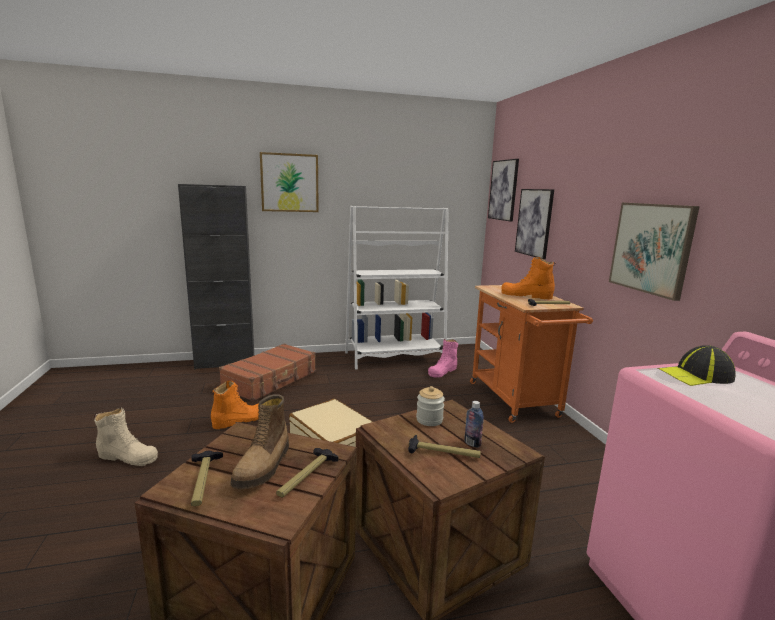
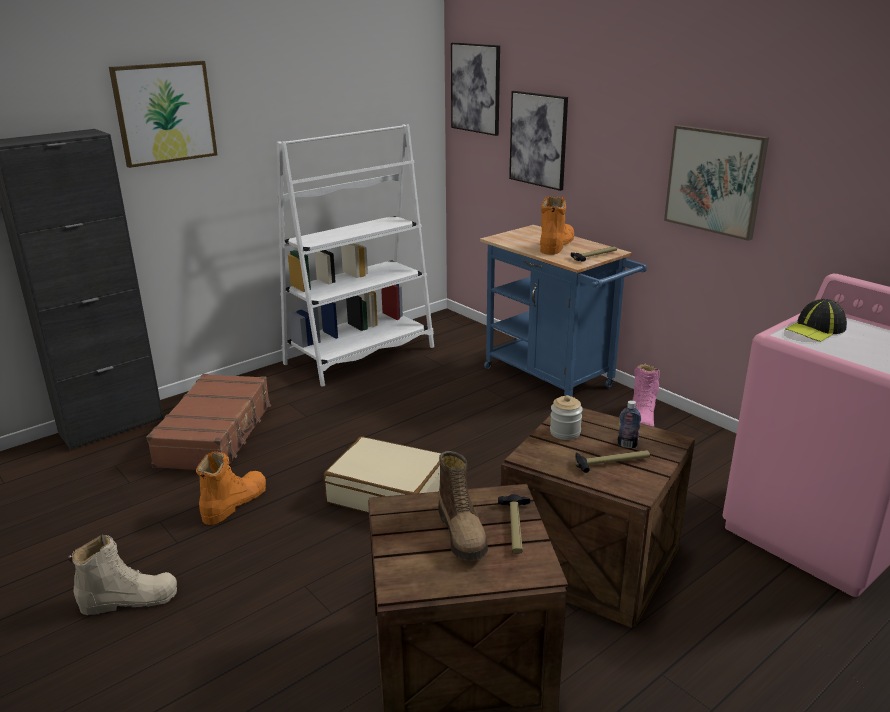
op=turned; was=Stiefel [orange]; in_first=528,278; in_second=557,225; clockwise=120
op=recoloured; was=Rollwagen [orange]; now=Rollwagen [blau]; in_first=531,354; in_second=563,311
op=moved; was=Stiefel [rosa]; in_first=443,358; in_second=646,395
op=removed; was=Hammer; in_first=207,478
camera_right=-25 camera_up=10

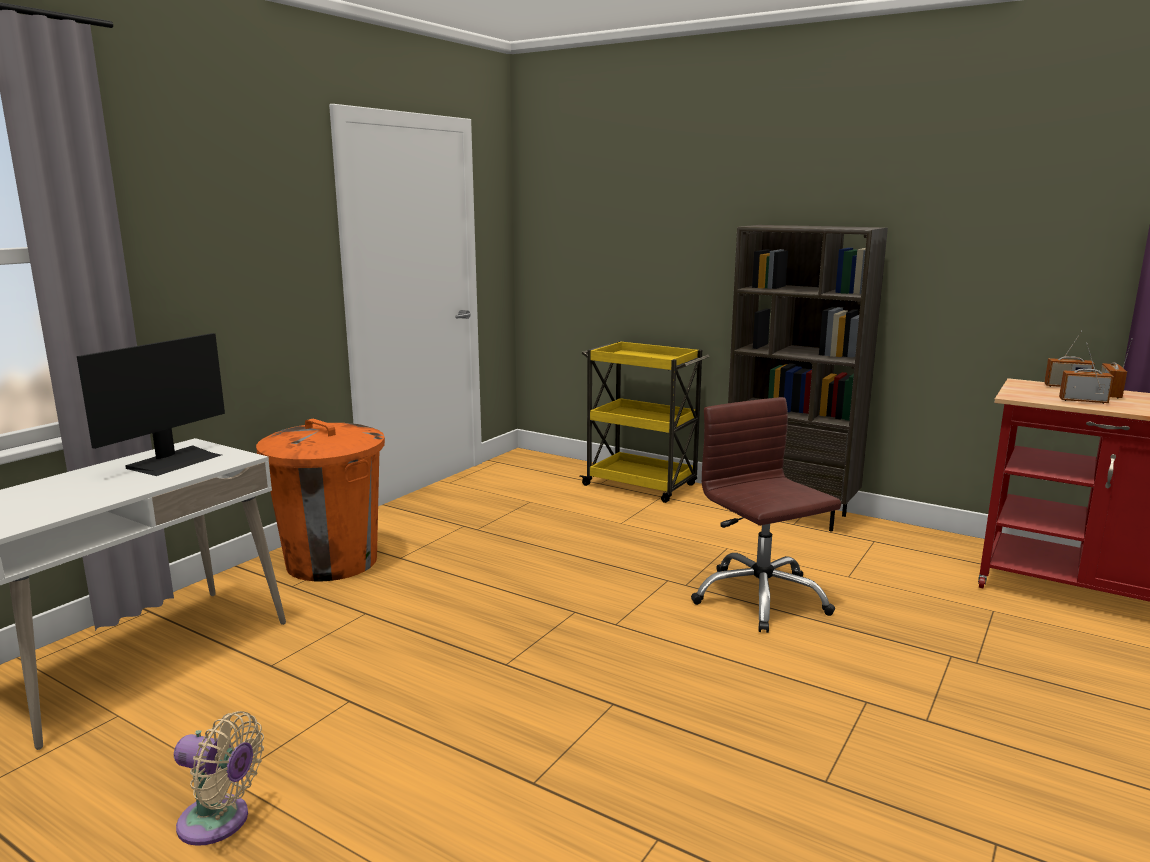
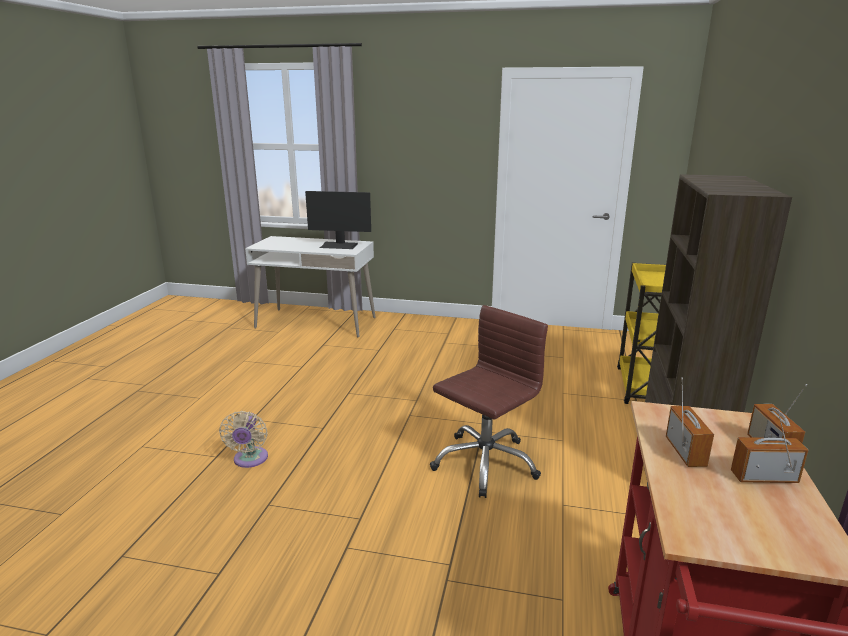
op=removed; was=Mülleimer [orange]; in_first=320,500
op=moved; was=Ventilator [beige]; in_first=219,778; in_second=243,439
camera_right=70 camera_up=5

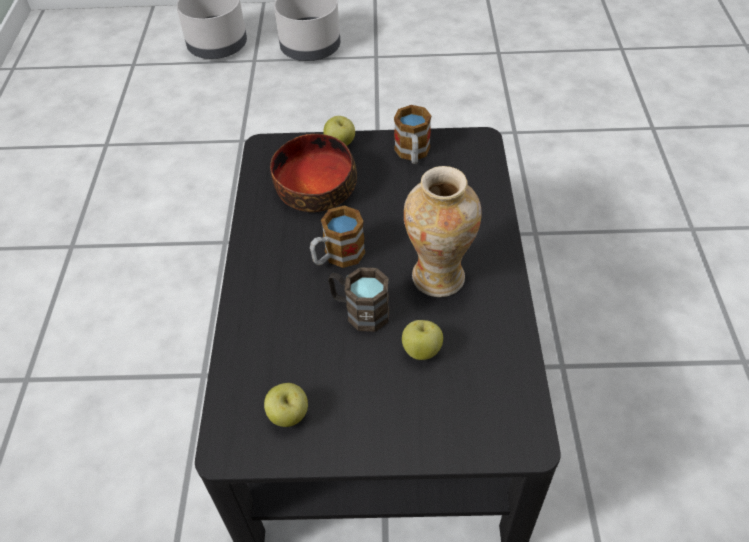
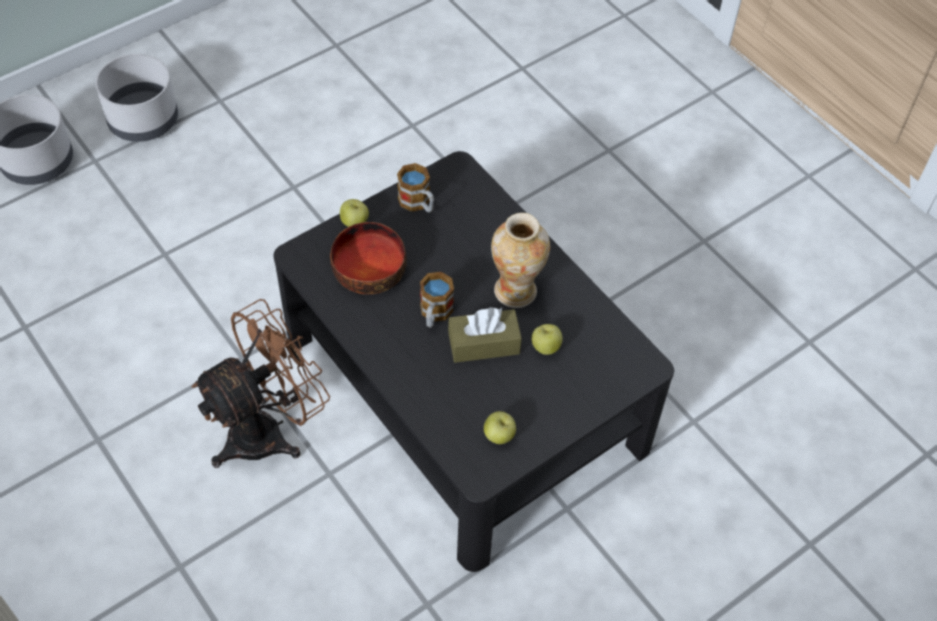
op=replaced; was=Henkelbecher [braun]; now=Taschentuchbox [braun]; in_first=358,299; in_second=485,335
op=added; now=Ventilator [braun]; in_second=260,383
camera_right=-40 camera_up=5

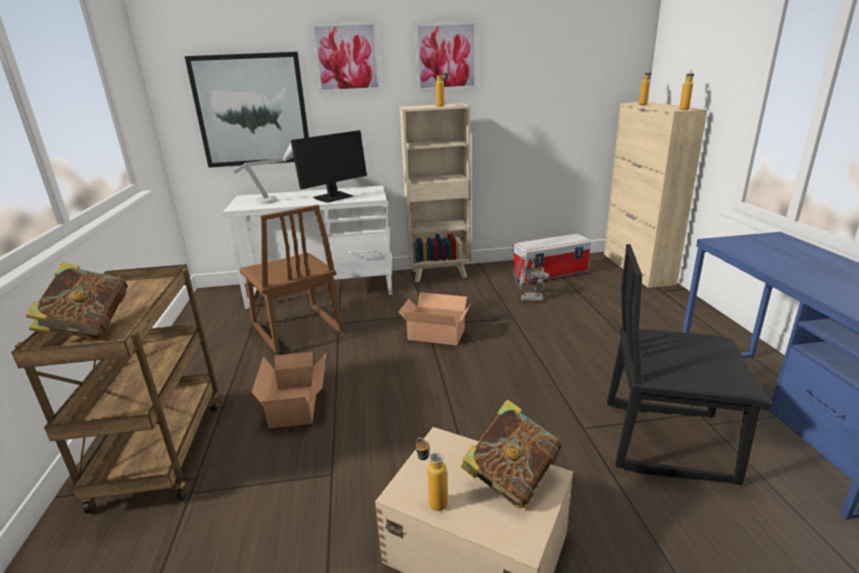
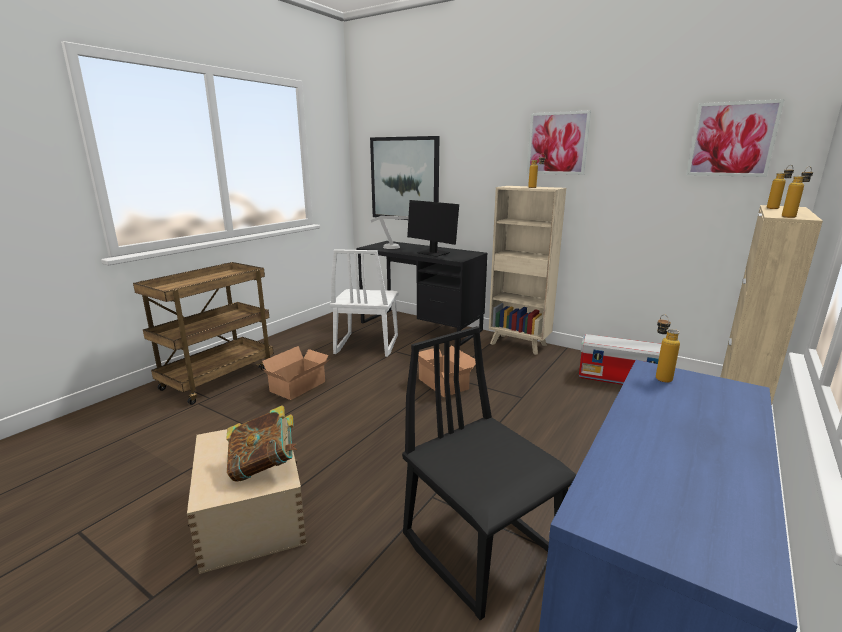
op=moved; was=Bild; in_first=346,57; in_second=735,138
op=turned; was=Monitor; in_first=329,166; in_second=433,228; clockwise=45
op=recoloured; was=Schreibtisch [weiß]; now=Schreibtisch [schwarz]; in_first=308,247; in_second=422,293
op=recoloured; was=Stuhl [braun]; now=Stuhl [weiß]; in_first=291,279; in_second=364,303
op=removed; was=Ventilator [grau]; in_first=532,277
op=removed; was=Buch; in_first=77,301
op=moved; was=Flasche; in_first=432,474; in_second=668,348
camera_right=40 camera_up=-5

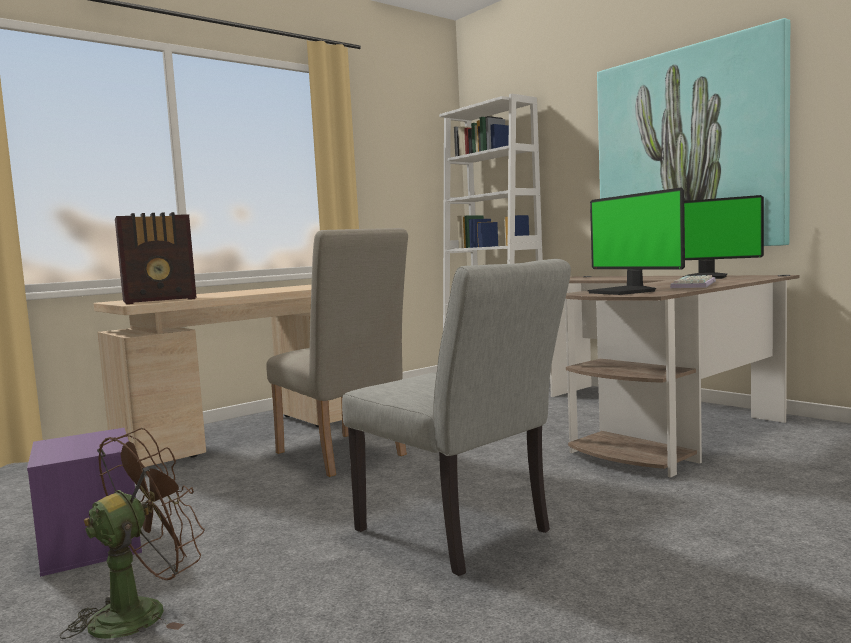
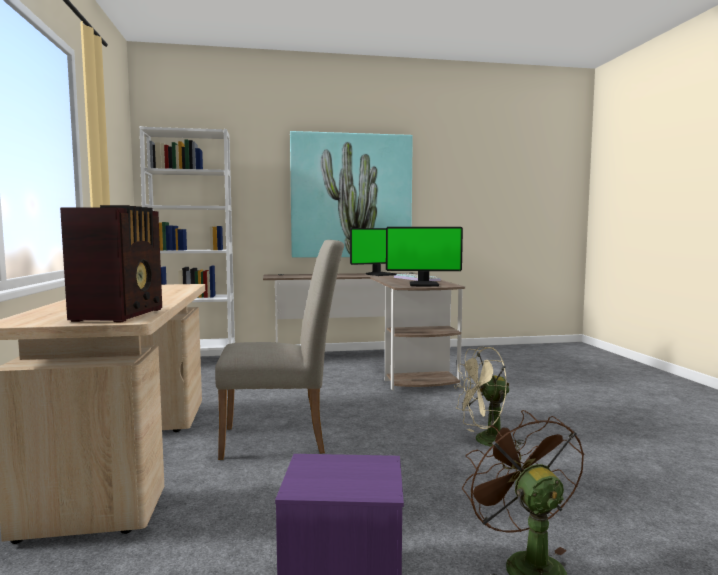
op=replaced; was=Stuhl [grau]; now=Ventilator [beige]; in_first=456,417; in_second=489,399
camera_right=-60 camera_up=0

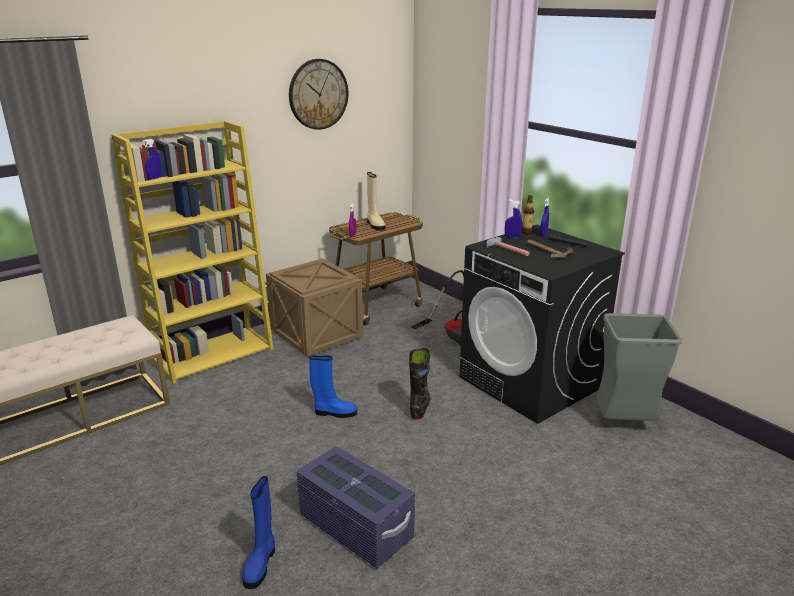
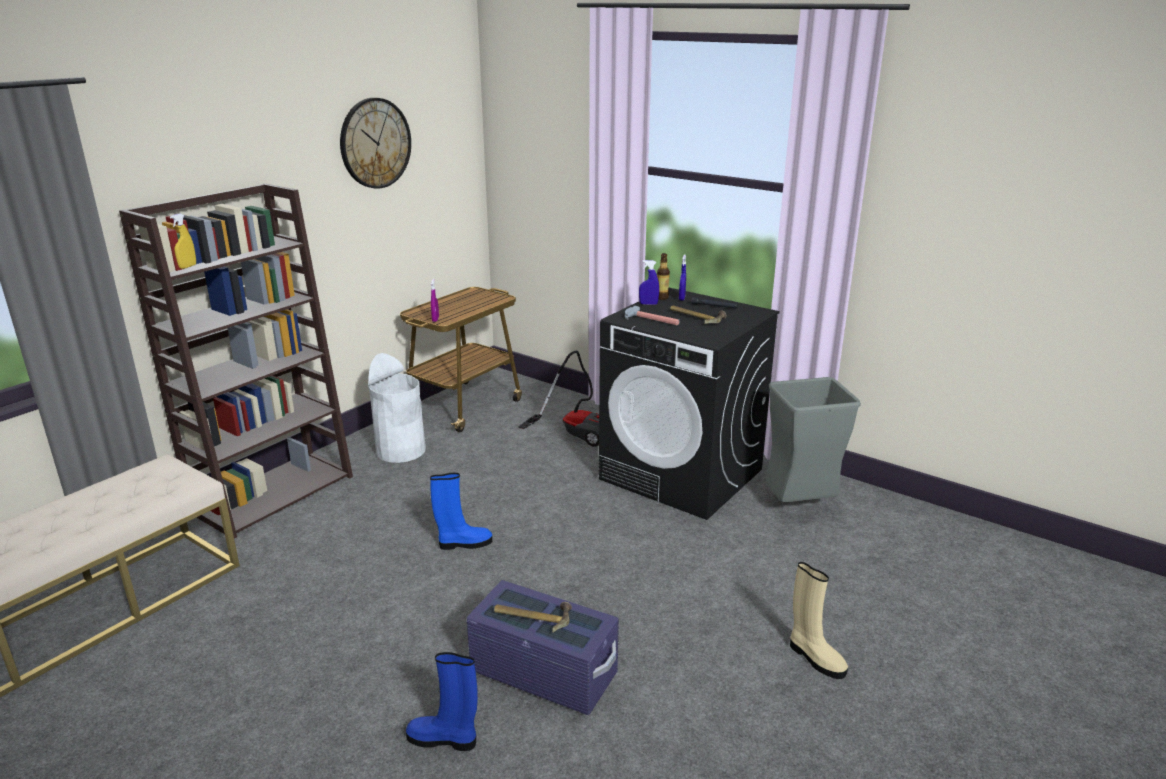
op=recoloured; was=Bücherregal [gelb]; now=Bücherregal [braun]; in_first=192,252; in_second=236,361
op=recoloured; was=Sprühflasche [blau]; now=Sprühflasche [gelb]; in_first=152,159; in_second=183,241
op=moved; was=Stiefel [beige]; in_first=376,201; in_second=819,620
op=replaced; was=Kiste; now=Mülleimer [weiß]; in_first=314,308; in_second=397,408
op=removed; was=Stiefel [schwarz]; in_first=420,383
op=turned; was=Stiefel [blau]; in_first=258,532; in_second=442,701; clockwise=105
op=added; now=Hammer; in_second=533,617
camera_right=-15 camera_up=0

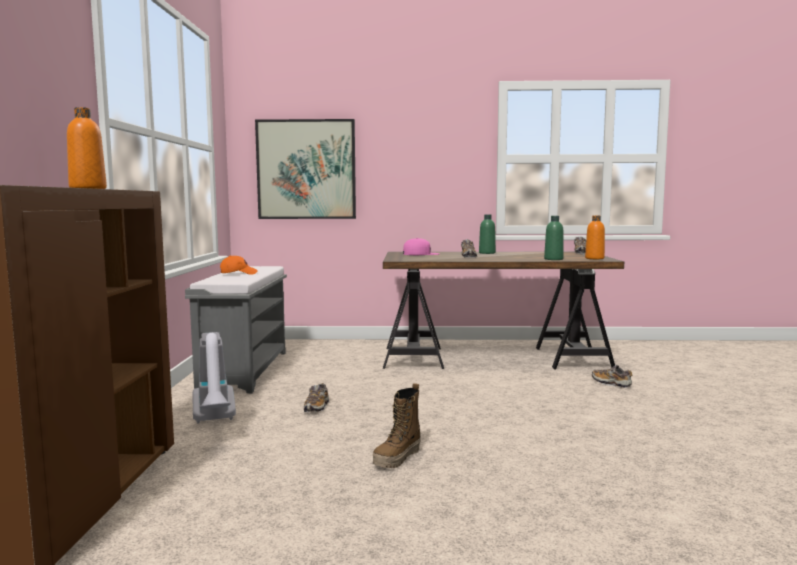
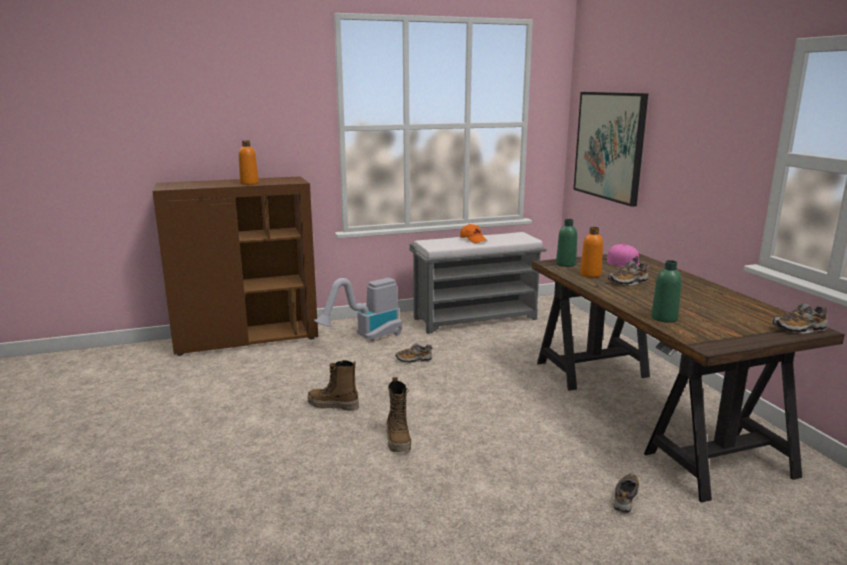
op=moved; was=Flasche [grün]; in_first=487,234; in_second=566,243
op=moved; was=Flasche [orange]; in_first=595,237; in_second=591,252
op=added; now=Stiefel; in_second=398,414
camera_right=70 camera_up=10

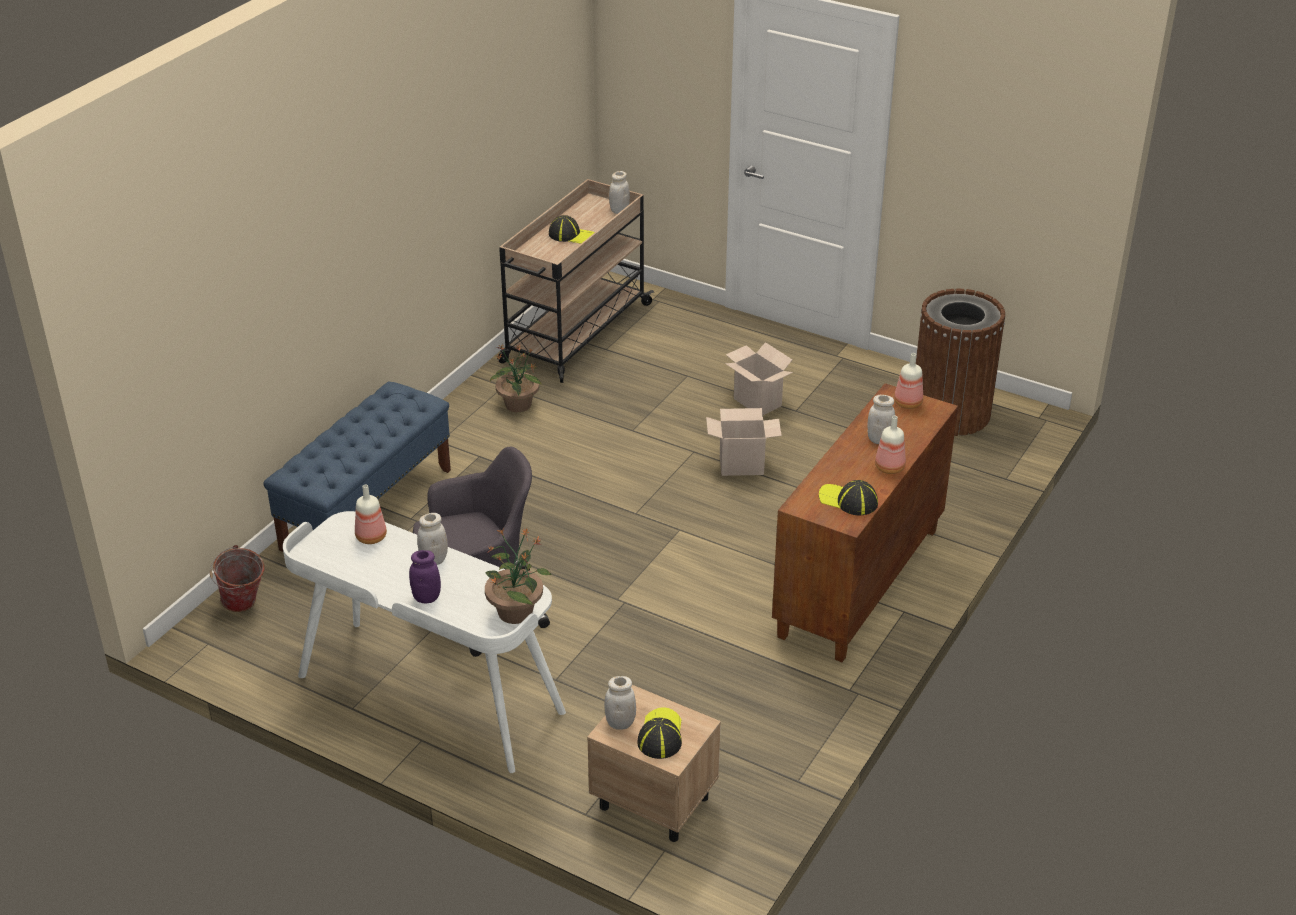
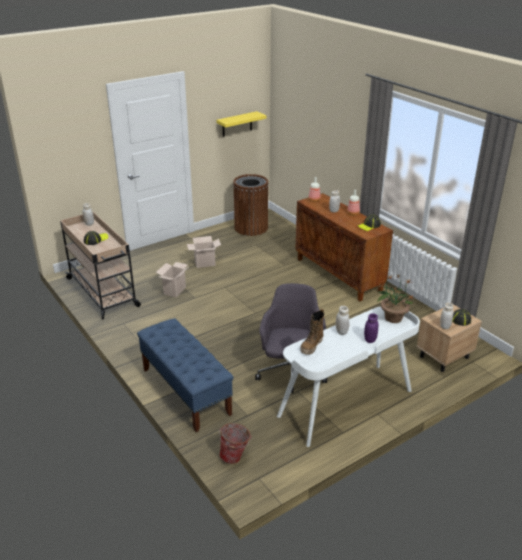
op=removed; was=Topfpflanze; in_first=516,378
op=moved; was=Karton; in_first=744,442; in_second=172,279
op=replaced; was=Flasche; now=Stiefel; in_first=371,514; in_second=312,332
op=added; now=Wandregal [gelb]; in_second=241,124
camera_right=-65 camera_up=-5

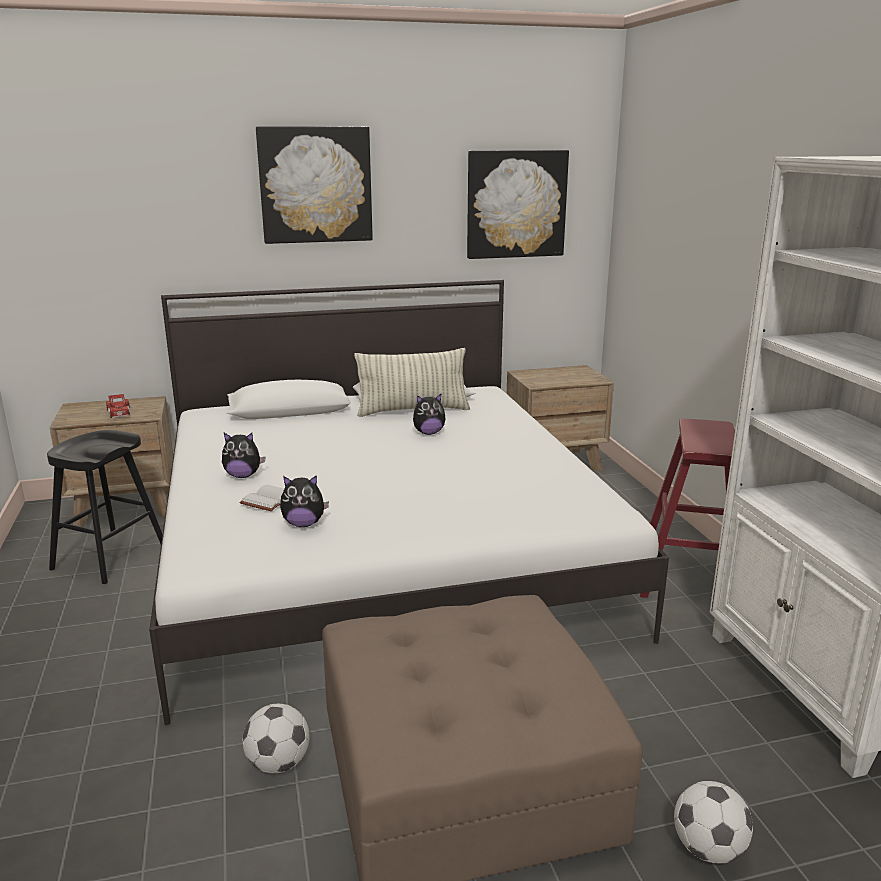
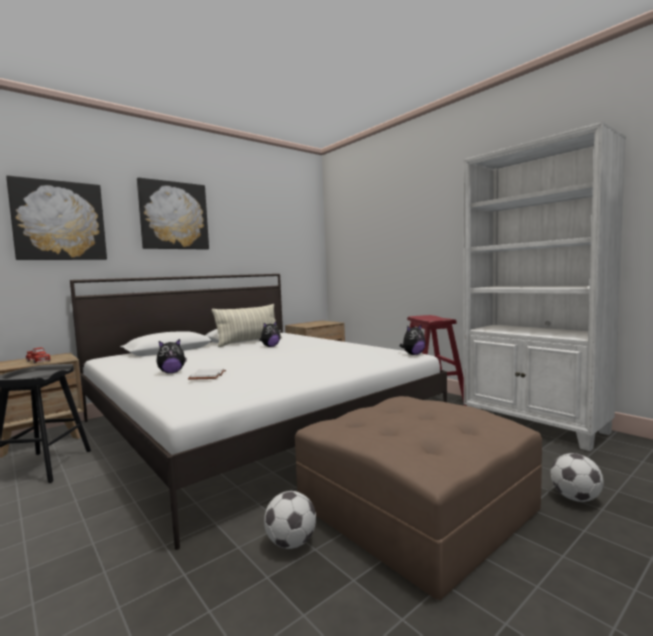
op=moved; was=Bild; in_first=518,204; in_second=56,217
op=moved; was=Plüschtier; in_first=304,501; in_second=413,340
camera_right=-25 camera_up=-15

